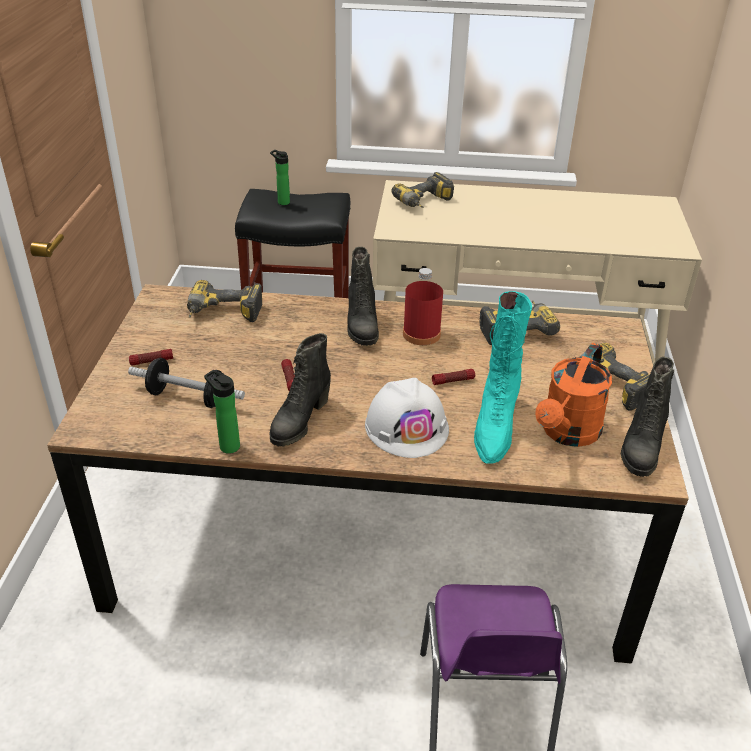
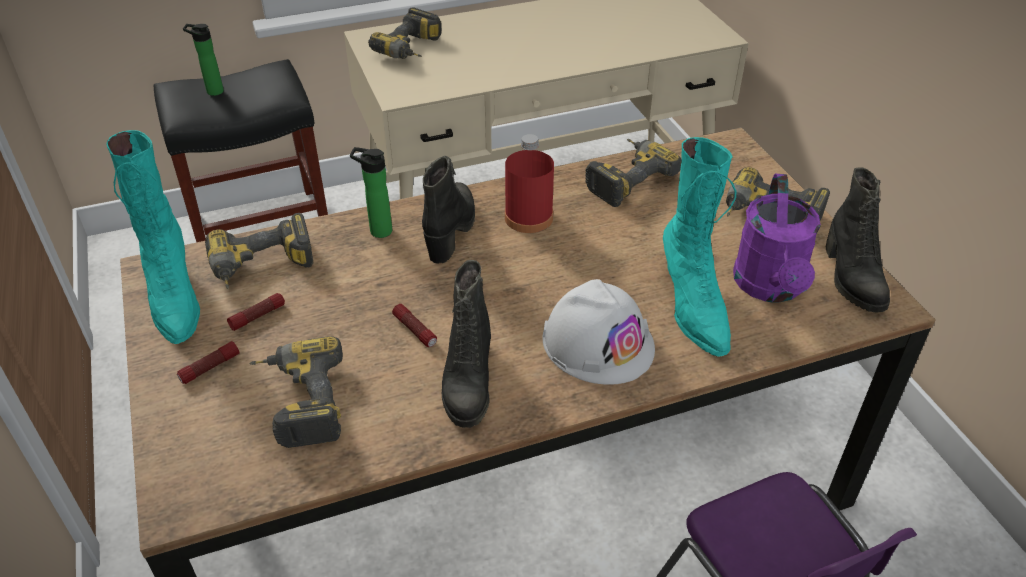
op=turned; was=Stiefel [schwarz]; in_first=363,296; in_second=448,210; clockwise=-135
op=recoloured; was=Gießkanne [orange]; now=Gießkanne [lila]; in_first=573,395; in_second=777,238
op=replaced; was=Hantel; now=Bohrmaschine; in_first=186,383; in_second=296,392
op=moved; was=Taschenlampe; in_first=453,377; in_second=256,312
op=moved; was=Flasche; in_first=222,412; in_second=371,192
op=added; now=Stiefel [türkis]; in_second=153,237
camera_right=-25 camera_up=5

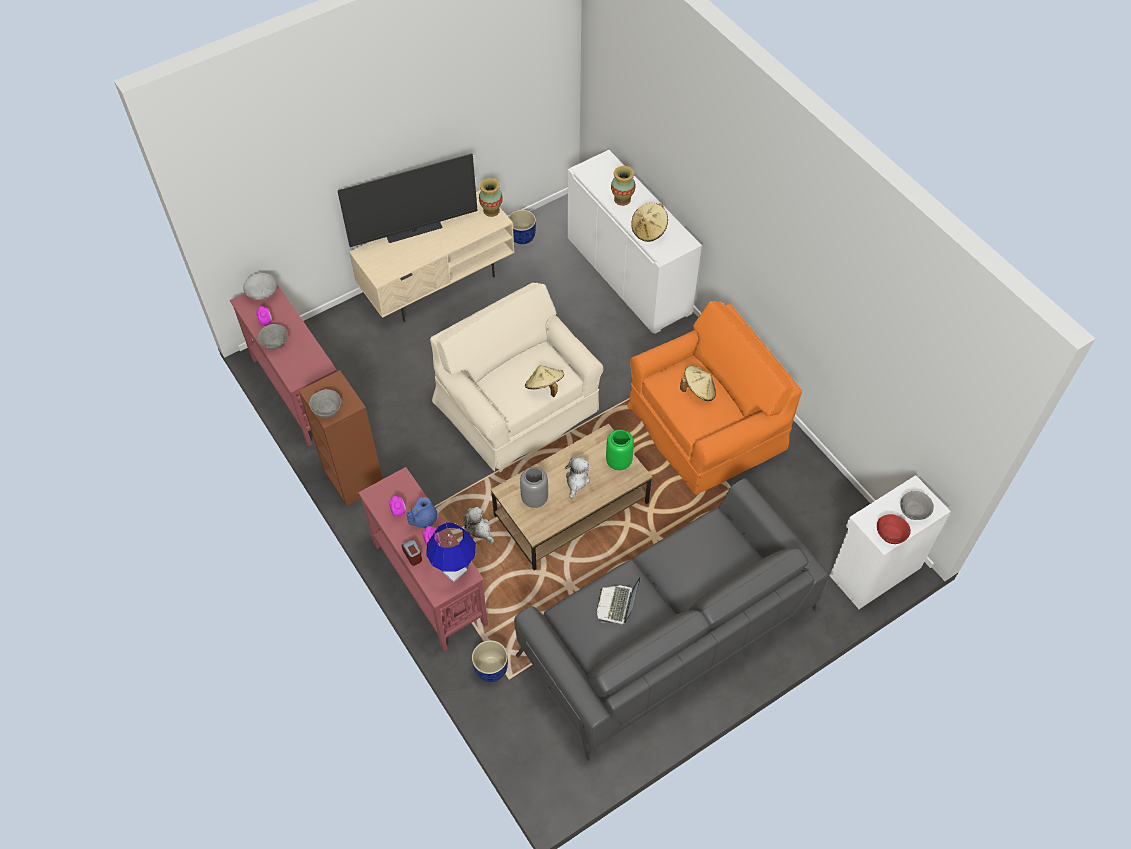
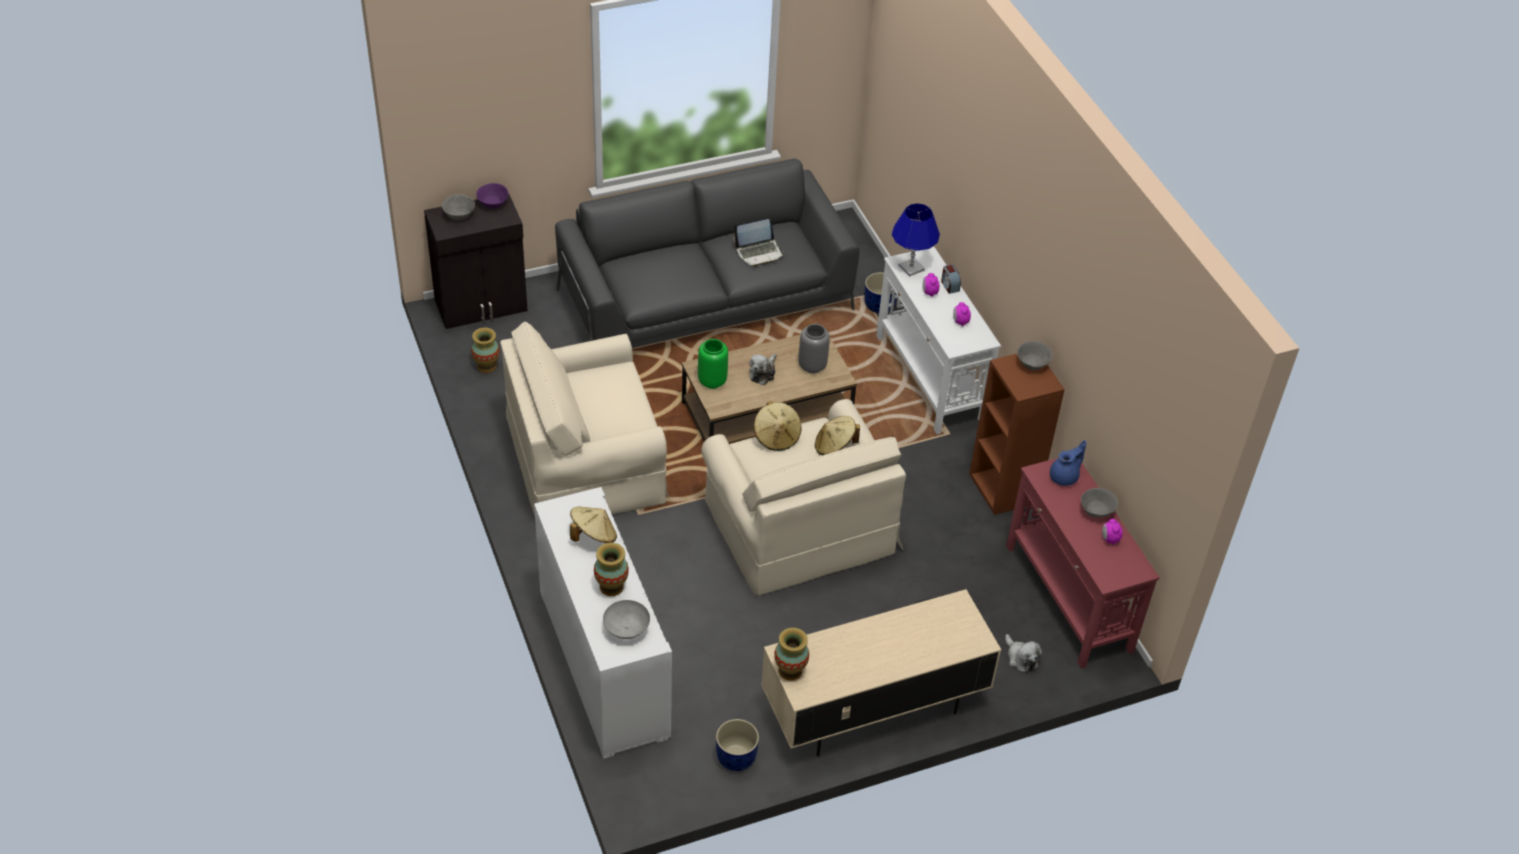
op=removed; was=Fernseher; in_first=407,200
op=moved; was=Schüssel [grau]; in_first=260,286; in_second=626,619
op=recoloured; was=Sessel [orange]; now=Sessel [beige]; in_first=714,398; in_second=584,419
op=moved; was=Hut [beige]; in_first=698,383; in_second=837,435
op=recoloured; was=Konsolentisch [rot]; now=Konsolentisch [weiß]; in_first=423,559; in_second=938,340
op=recoloured; was=Schrank [weiß]; now=Schrank [schwarz]; in_first=890,542; in_second=476,261
op=moved; was=Teekanne [blau]; in_first=421,512; in_second=1068,463
op=moved; was=Plüschtier; in_first=478,525; in_second=1023,653
op=recoloured; was=Schüssel [rot]; now=Schüssel [lila]; in_first=894,529; in_second=492,196
op=turned; was=Laptop; in_first=618,600; in_second=759,243; clockwise=45
op=added; now=Vase; in_second=485,350
camera_right=-170 camera_up=-10

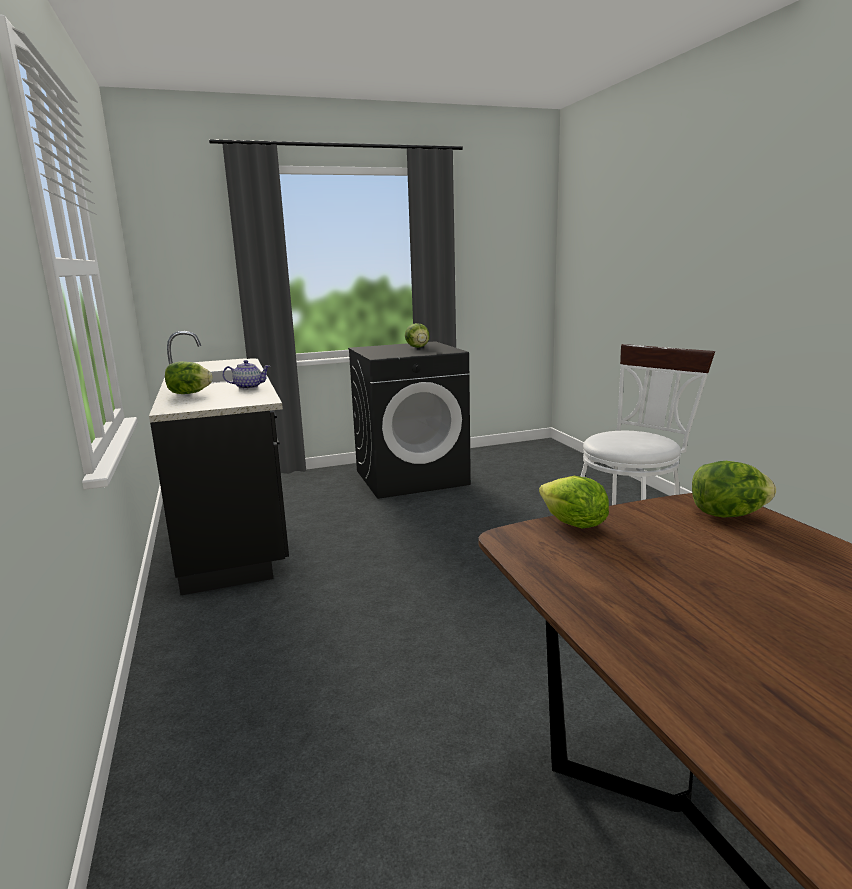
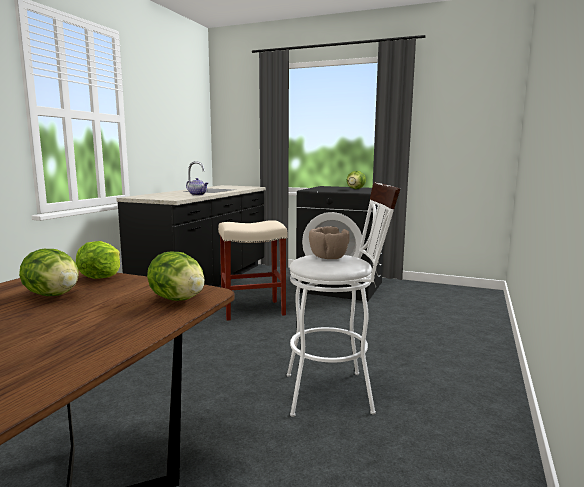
op=moved; was=Salatkopf; in_first=189,377; in_second=49,272
op=added; now=Hocker [beige]; in_second=253,270
op=added; now=Schüssel [braun]; in_second=329,242
camera_right=40 camera_up=-5

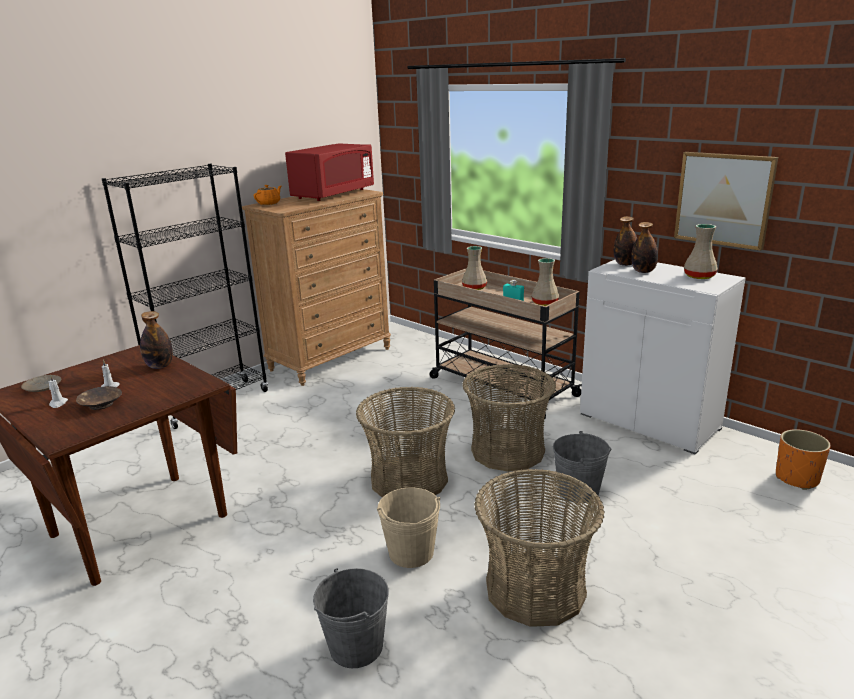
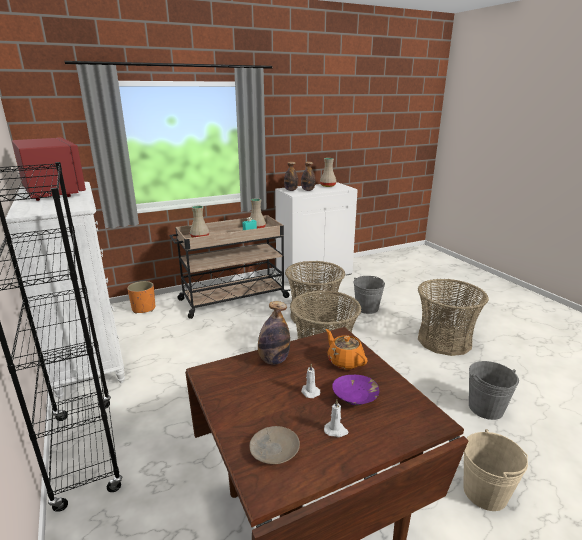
op=removed; was=Bild; in_first=726,201
op=moved; was=Teekanne [orange]; in_first=267,195; in_second=347,349
op=recoloured; was=Kommode [braun]; now=Kommode [weiß]; in_first=316,287; in_second=65,290
op=recoloured; was=Schüssel [braun]; now=Schüssel [lila]; in_first=99,398; in_second=355,390
op=moved; was=Pflanzkübel [orange]; in_first=803,459; in_second=141,297
op=moved; was=Eimer [beige]; in_first=408,528; in_second=495,470
camera_right=-70 camera_up=0

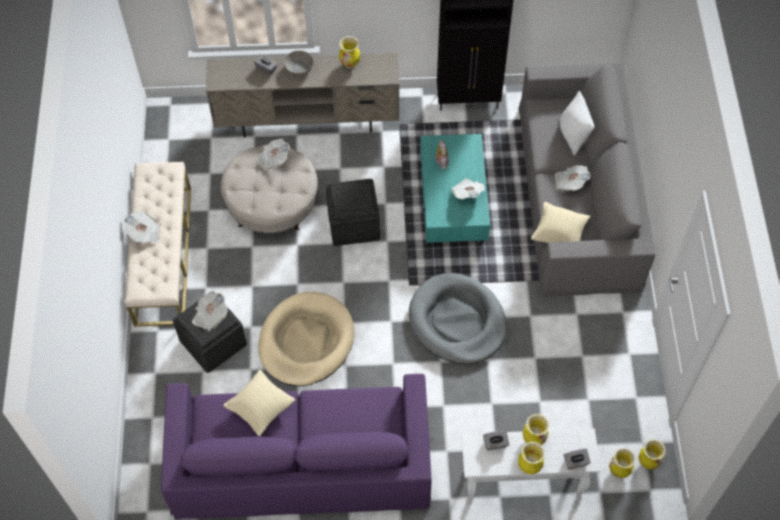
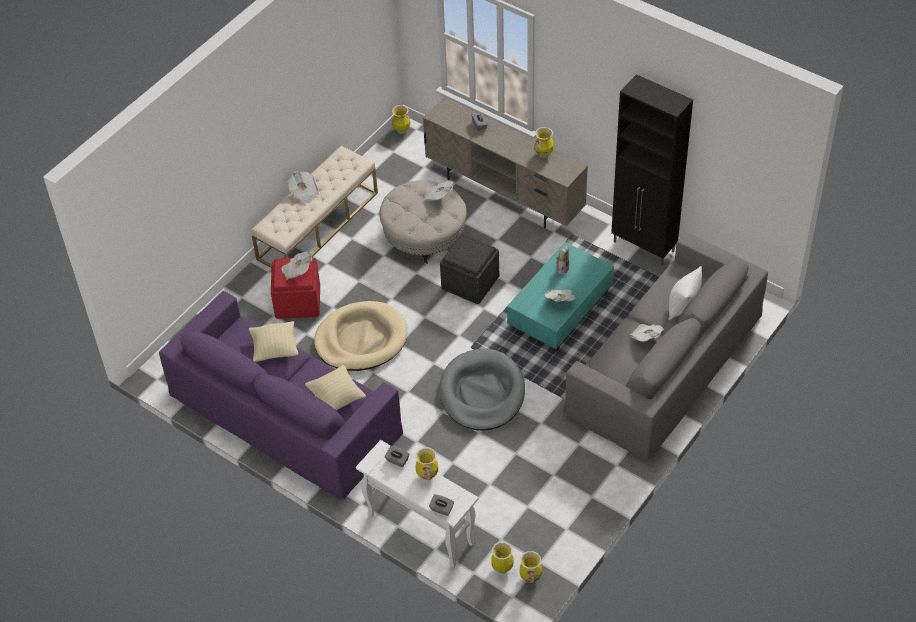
op=removed; was=Schüssel [grau]; in_first=299,63
op=moved; was=Kissen [beige]; in_first=560,222; in_second=335,388
op=recoloured; was=Polsterhocker [grau]; now=Polsterhocker [rot]; in_first=210,332; in_second=295,288
op=moved; was=Vase; in_first=531,458; in_second=401,119
camera_right=40 camera_up=-10

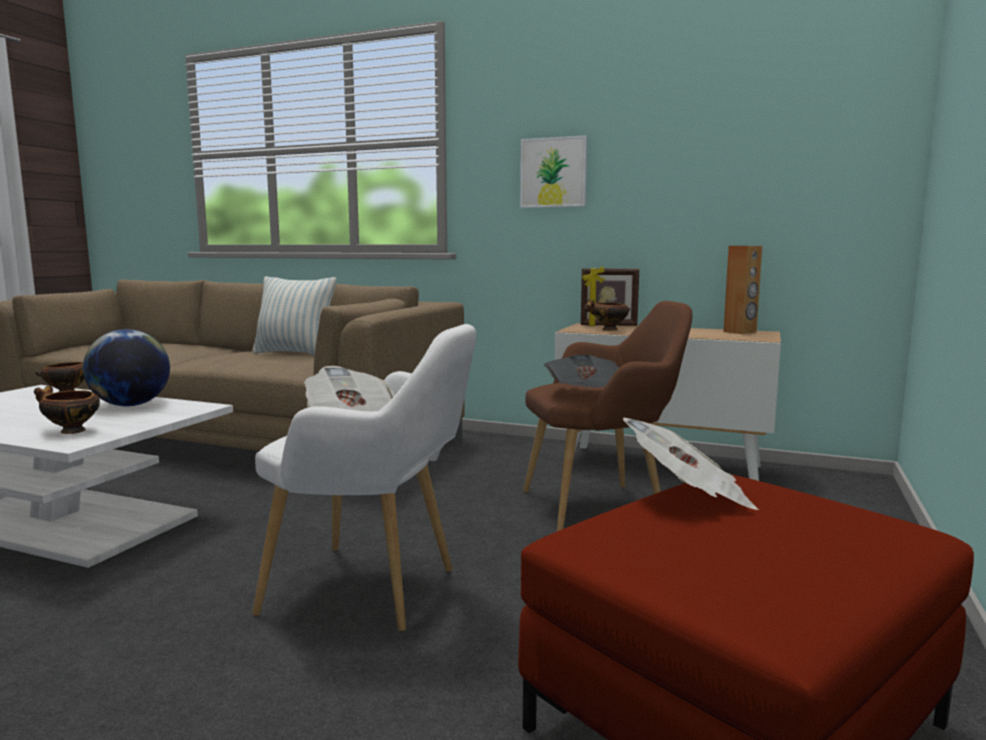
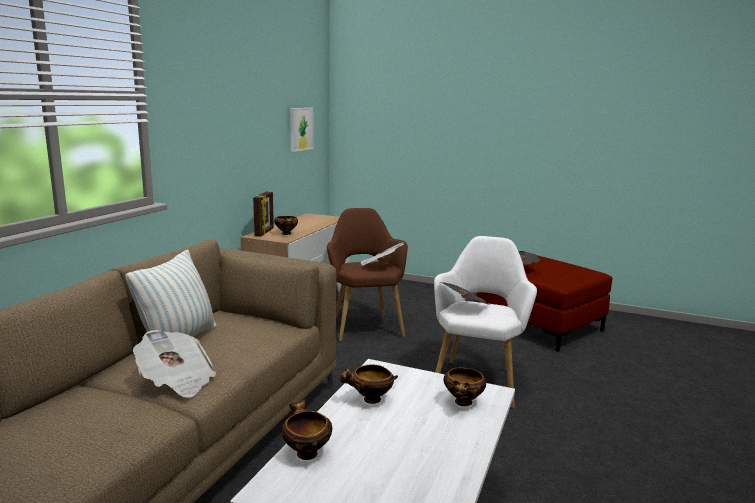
op=moved; was=Bild; in_first=553,171; in_second=301,130
op=removed; was=Lautsprecher [braun]; in_first=743,290
op=replaced; was=Globus; now=Schüssel; in_first=126,367; in_second=368,384
op=added; now=Zeitung; in_second=174,364
camera_right=-90 camera_up=5

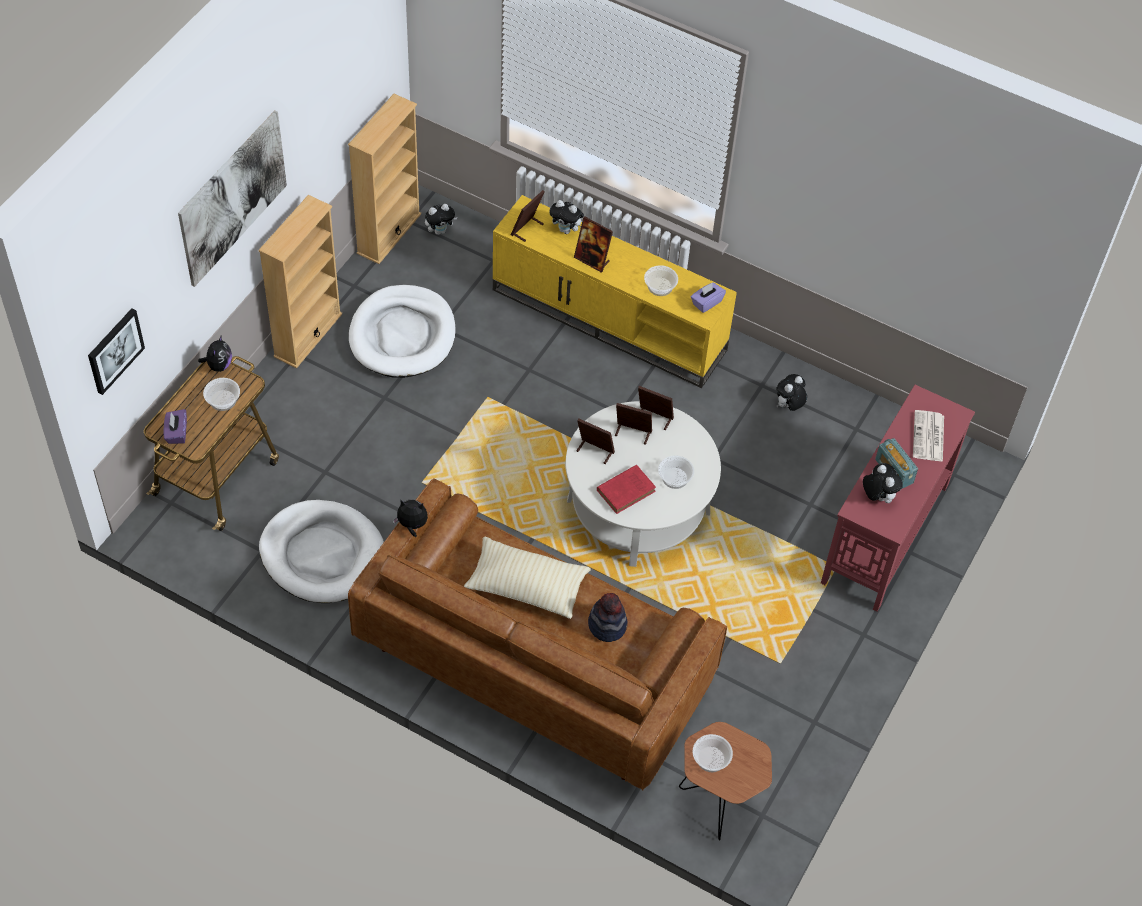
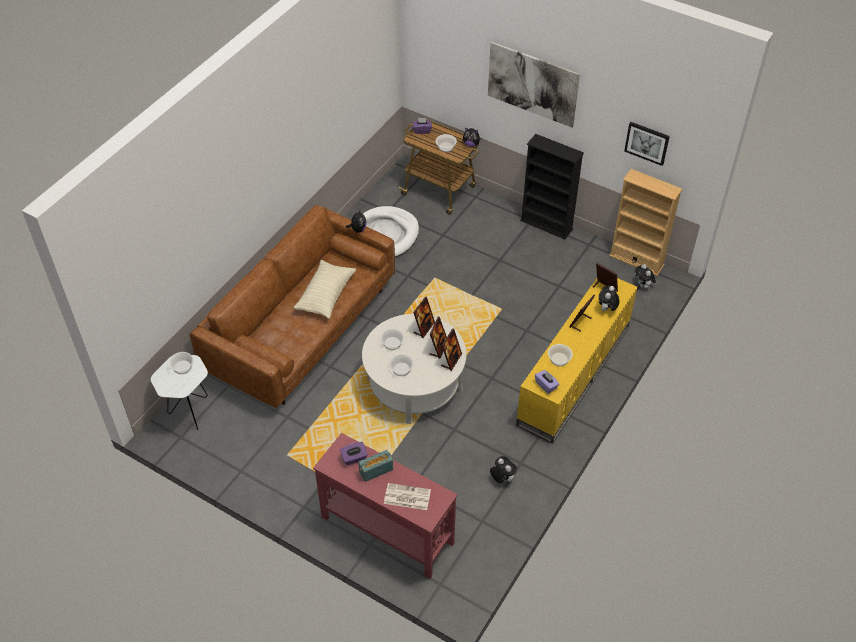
op=recoloured; was=Bücherregal [beige]; now=Bücherregal [schwarz]; in_first=300,282; in_second=552,186
op=removed; was=Hundebett [weiß]; in_first=402,331
op=moved; was=Bild; in_first=116,351; in_second=647,144
op=replaced; was=Plüschtier; now=Taschentuchbox [lila]; in_first=883,483; in_second=354,453
op=replaced; was=Buch [rot]; now=Schüssel; in_first=626,489; in_second=392,339
op=removed; was=Hut; in_first=608,617
op=recoloured; was=Beistelltisch [braun]; now=Beistelltisch [weiß]; in_first=725,781; in_second=179,392
camera_right=95 camera_up=-5

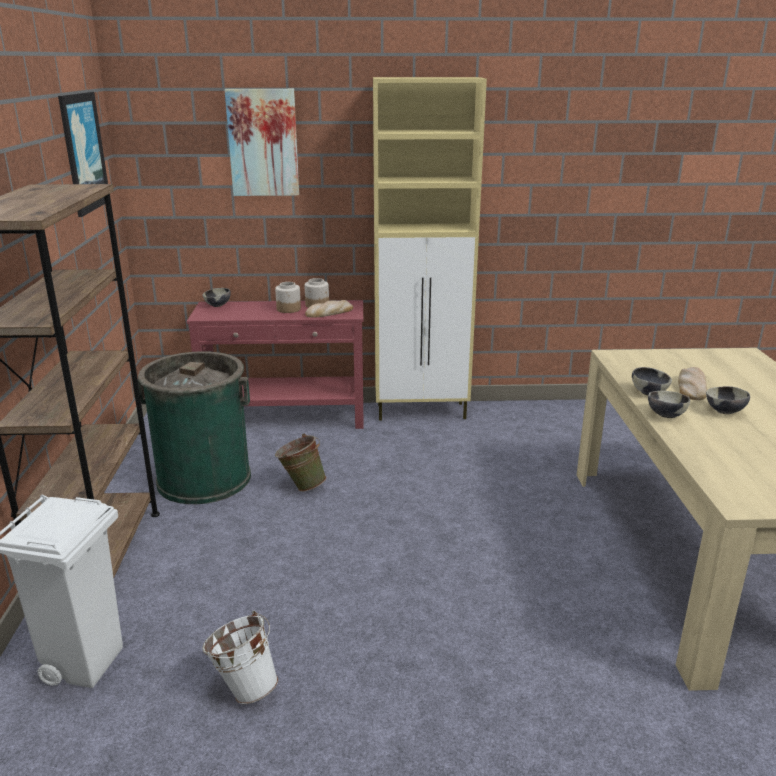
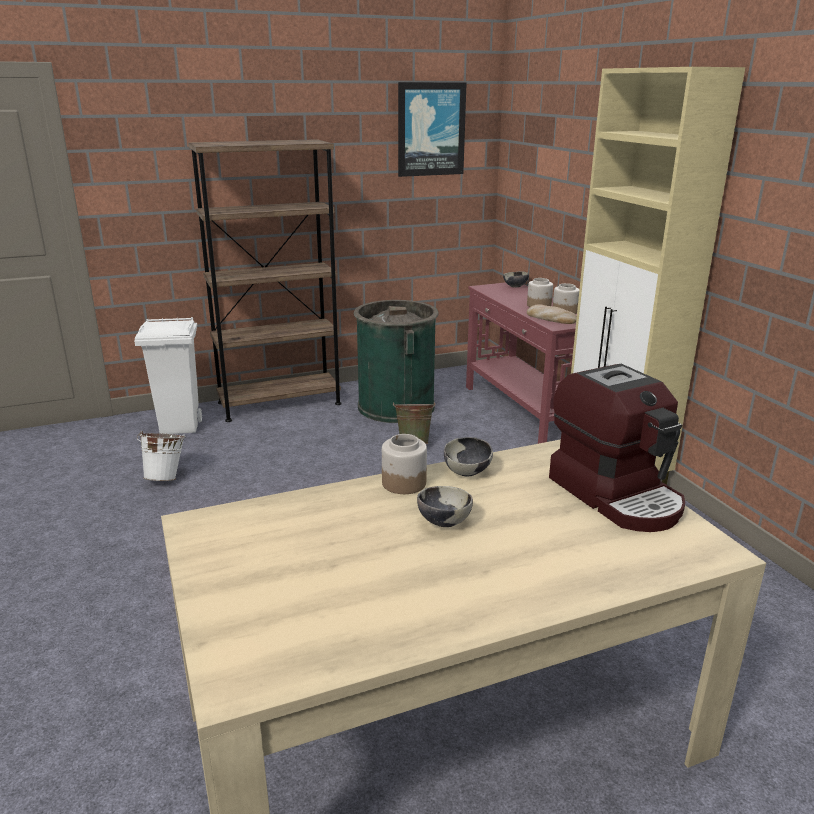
op=removed; was=Bild; in_first=261,142
op=removed; was=Brot; in_first=692,383
op=replaced; was=Schüssel; now=Vorratsglas; in_first=669,404; in_second=404,464
op=added; now=Kaffeemaschine; in_second=617,448
camera_right=70 camera_up=0

